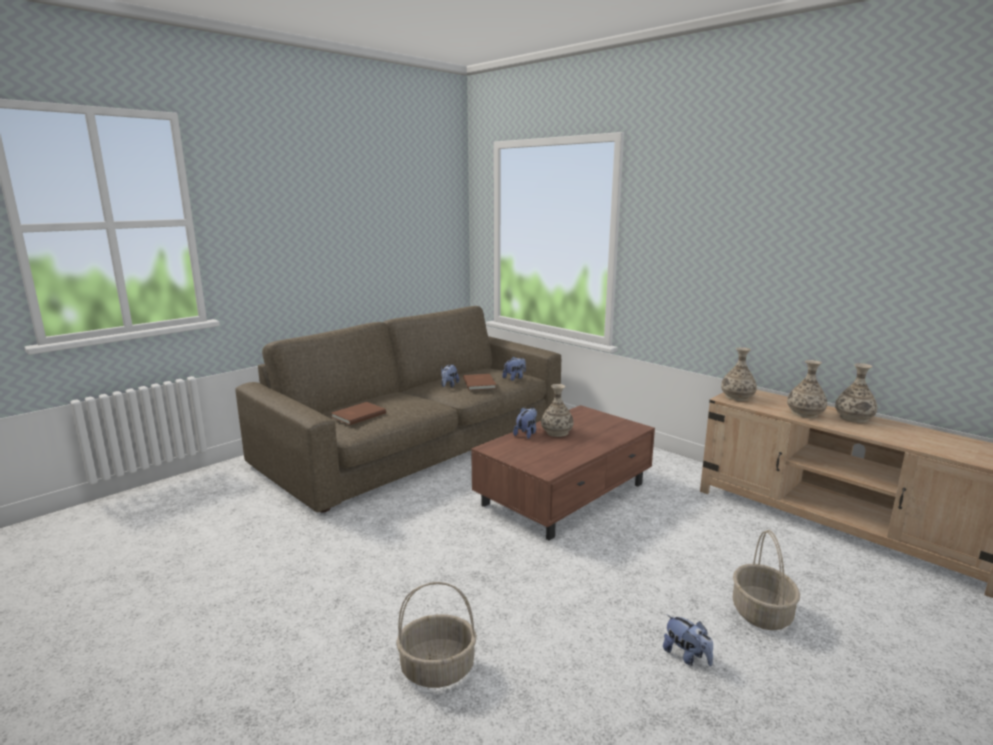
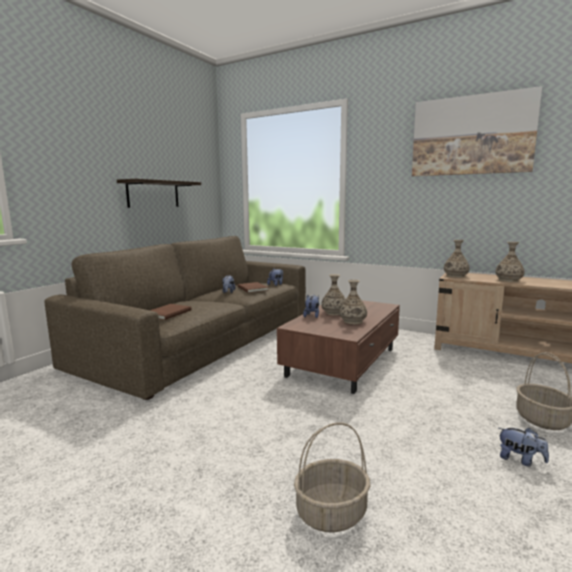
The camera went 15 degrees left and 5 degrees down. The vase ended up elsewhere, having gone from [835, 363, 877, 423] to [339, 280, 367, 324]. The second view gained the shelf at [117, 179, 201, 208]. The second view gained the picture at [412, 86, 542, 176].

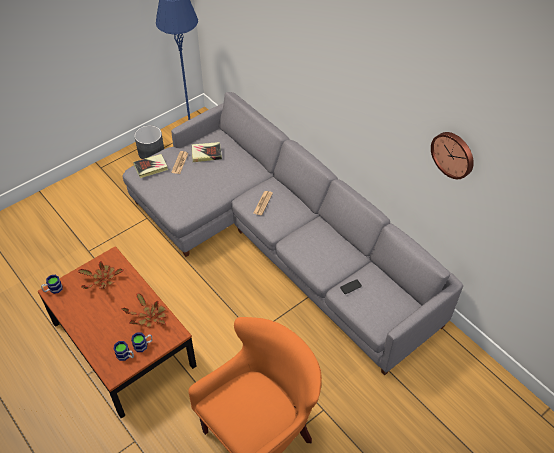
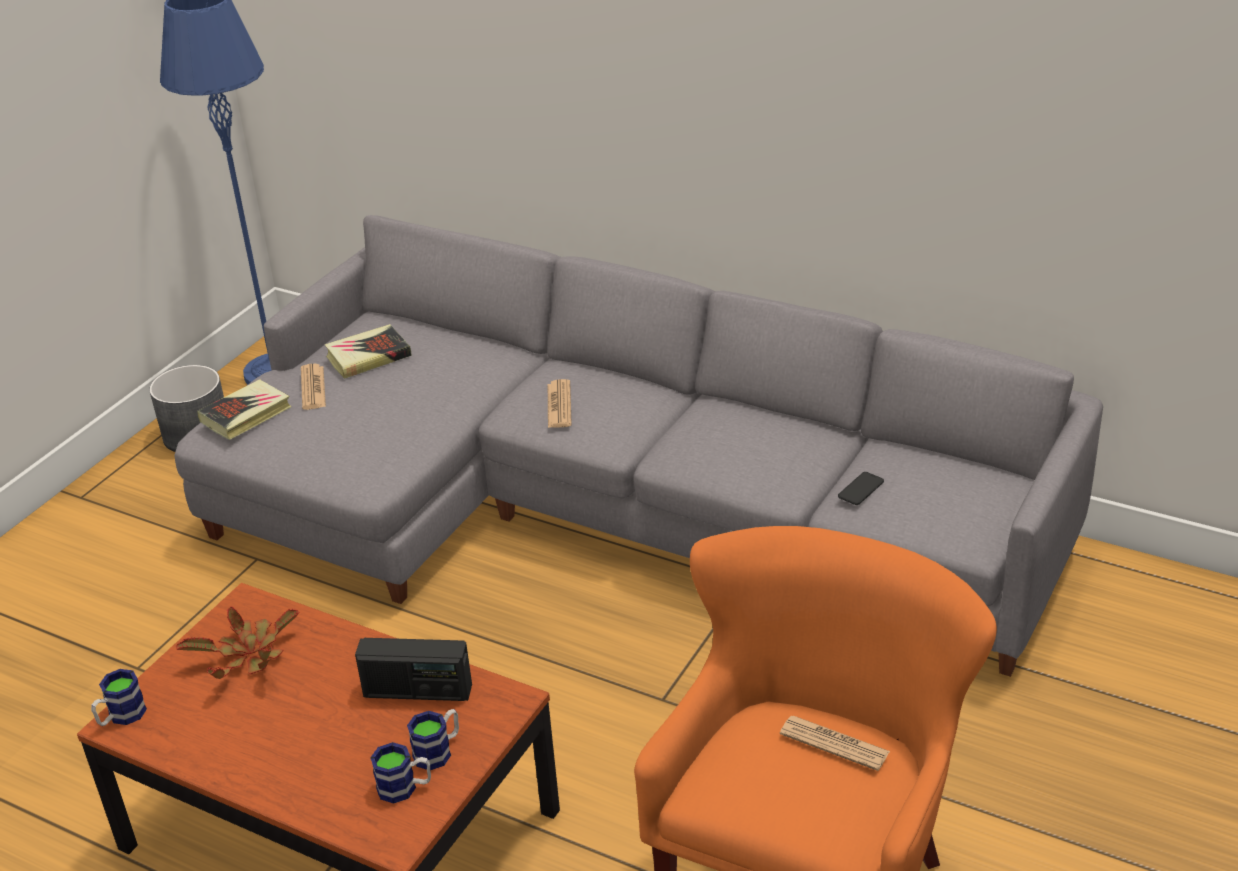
The camera went 20 degrees left and 15 degrees down. Where the potted plant stood at [121, 293, 166, 327], the radio came to stand at [355, 638, 472, 701]. The second view lost the wall clock at [431, 132, 474, 179]. The second view gained the newspaper at [780, 716, 890, 771].

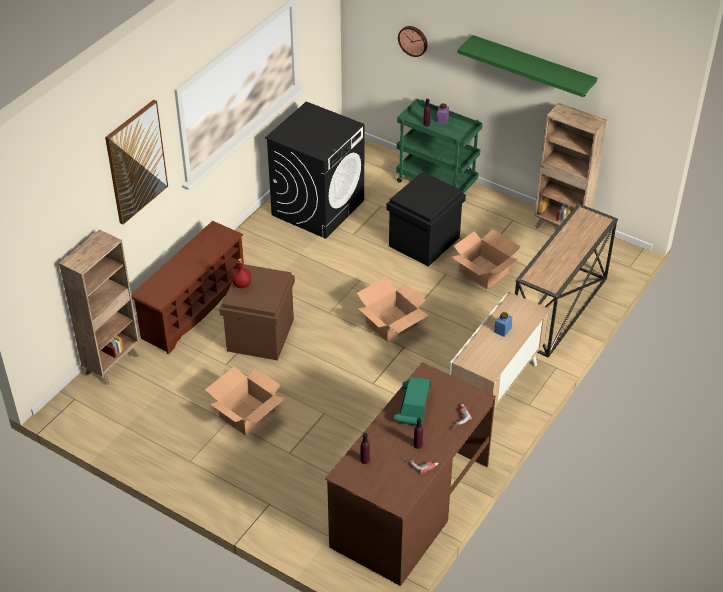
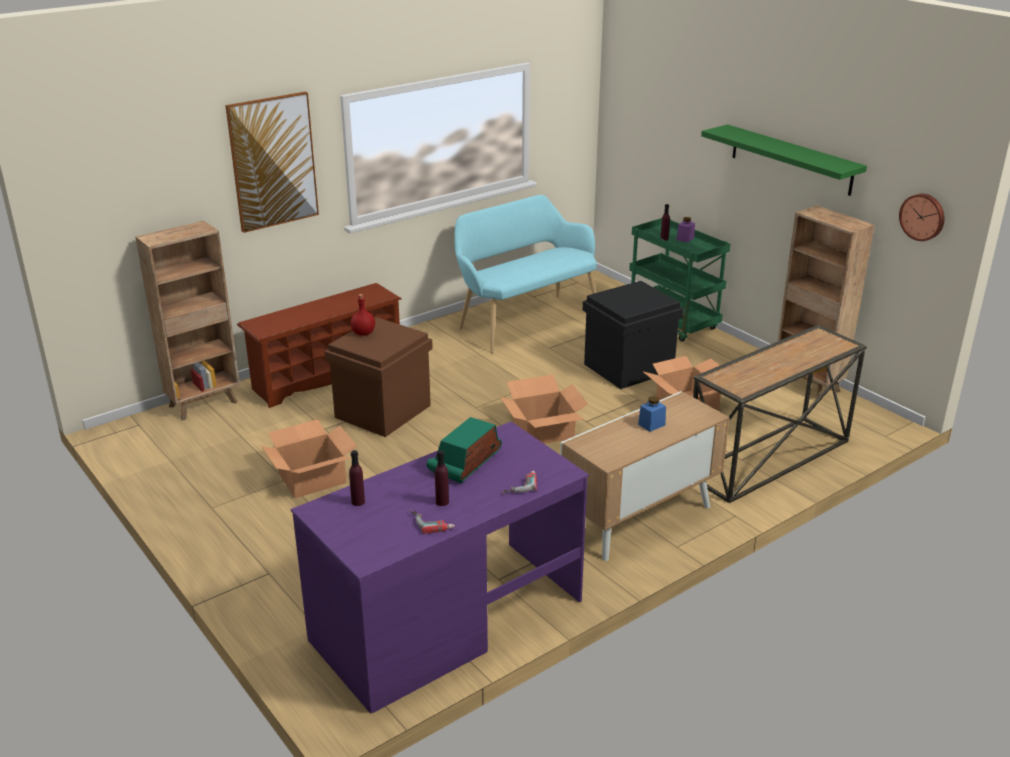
The camera went 20 degrees right and 15 degrees down. Where the washing machine (black) stood at [265, 101, 364, 239], the bench (turquoise) came to stand at [454, 195, 597, 353]. What was the desk (brown) at [325, 362, 496, 586] turned into the desk (purple) at [291, 422, 589, 714]. The wall clock ended up elsewhere, having gone from [398, 26, 428, 57] to [899, 194, 945, 241].

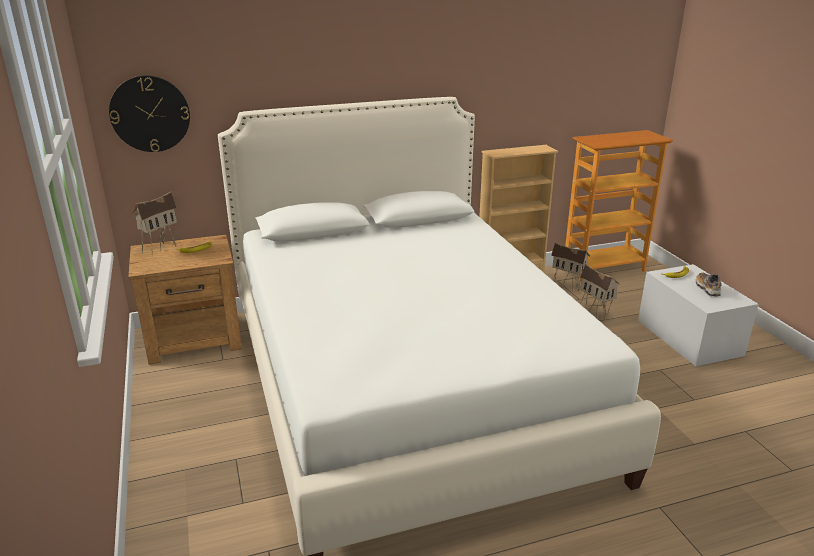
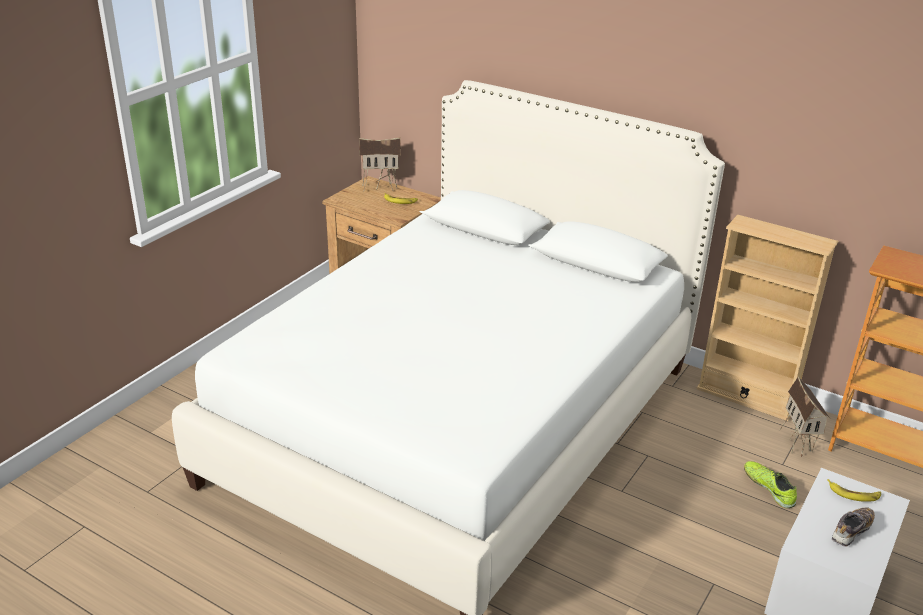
The camera went 50 degrees right and 5 degrees up. The second view lost the wall clock at [109, 76, 190, 152]. Where the toy house stood at [580, 263, 621, 318], the shoe came to stand at [744, 461, 797, 508].

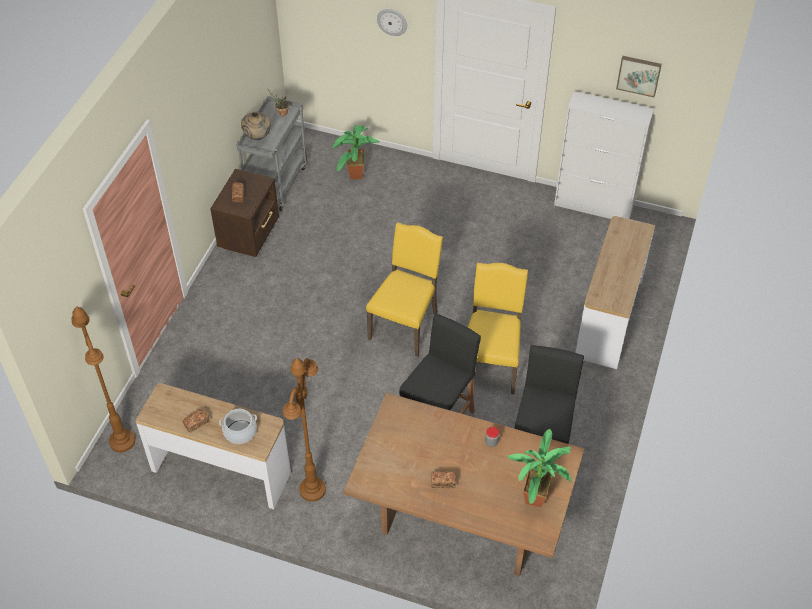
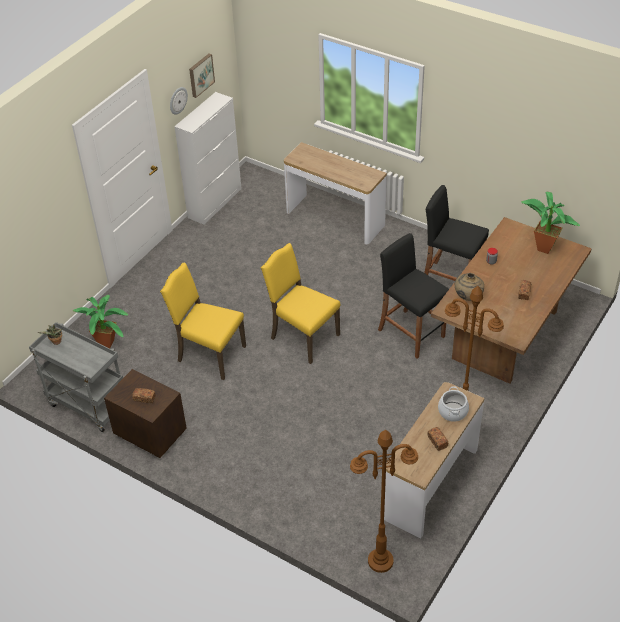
The camera went 75 degrees left and 5 degrees down. The vase (beige) ended up elsewhere, having gone from [241, 111, 271, 140] to [455, 273, 484, 301]. The wall clock ended up elsewhere, having gone from [377, 9, 407, 36] to [170, 87, 188, 115]. The chair (yellow) ended up elsewhere, having gone from [468, 263, 528, 395] to [160, 263, 246, 380].

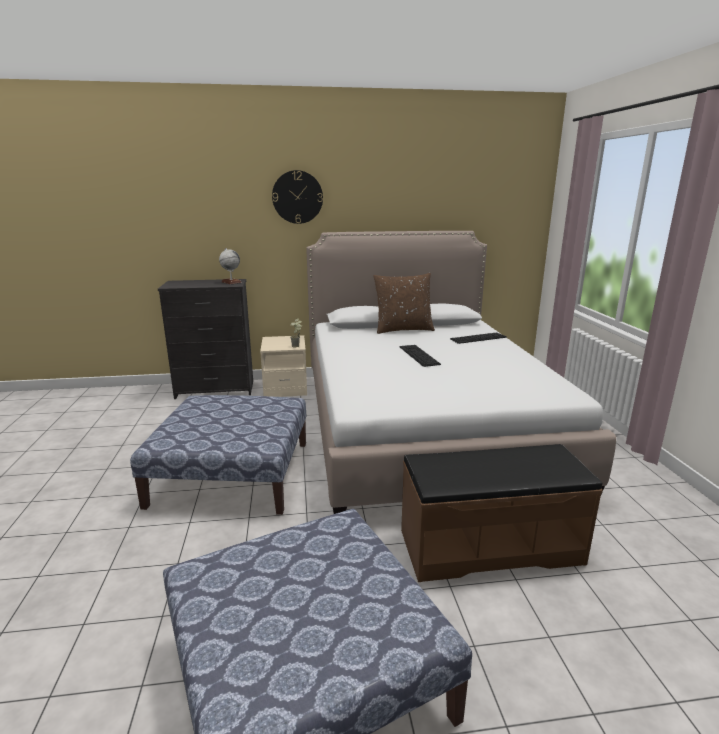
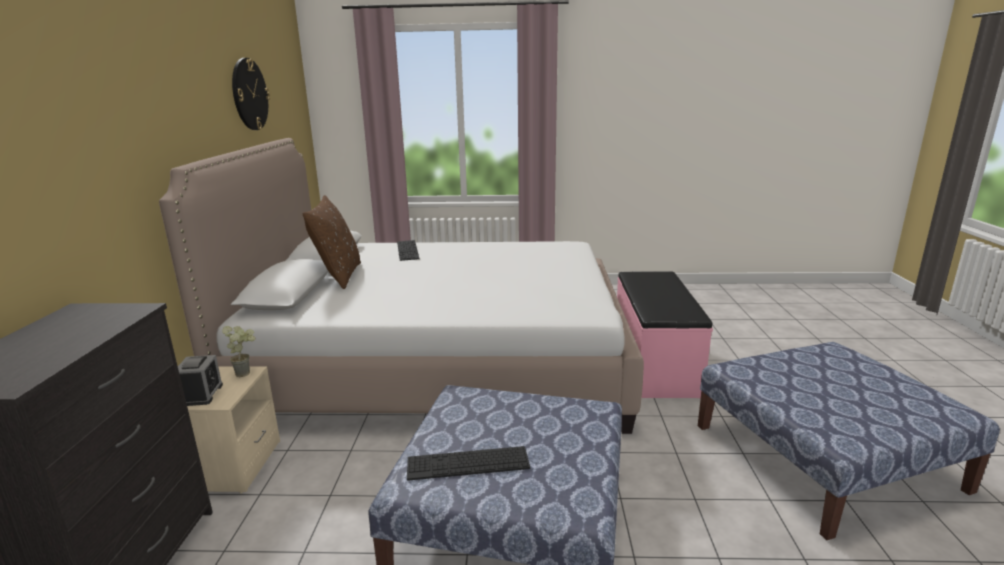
The camera went 80 degrees left and 0 degrees up. The second view lost the globe at [219, 248, 242, 284]. The wall clock ended up elsewhere, having gone from [272, 170, 323, 224] to [232, 58, 270, 130]. The keyboard ended up elsewhere, having gone from [399, 345, 441, 367] to [407, 446, 530, 481]. What was the bench (brown) at [401, 444, 603, 582] turned into the bench (pink) at [617, 271, 713, 398]. The second view gained the alarm clock at [178, 355, 223, 406].

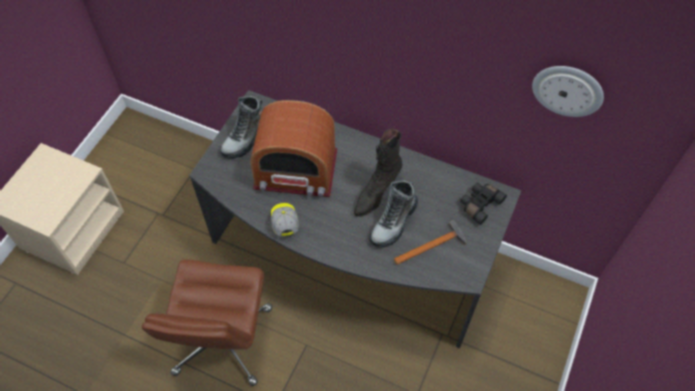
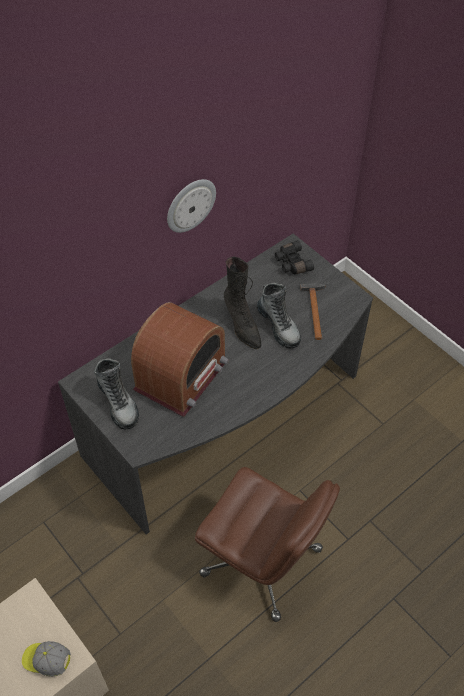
The camera went 65 degrees left and 5 degrees down. The cap ended up elsewhere, having gone from [271, 203, 299, 236] to [22, 641, 71, 676]. The wall clock ended up elsewhere, having gone from [532, 66, 604, 117] to [167, 179, 216, 233].

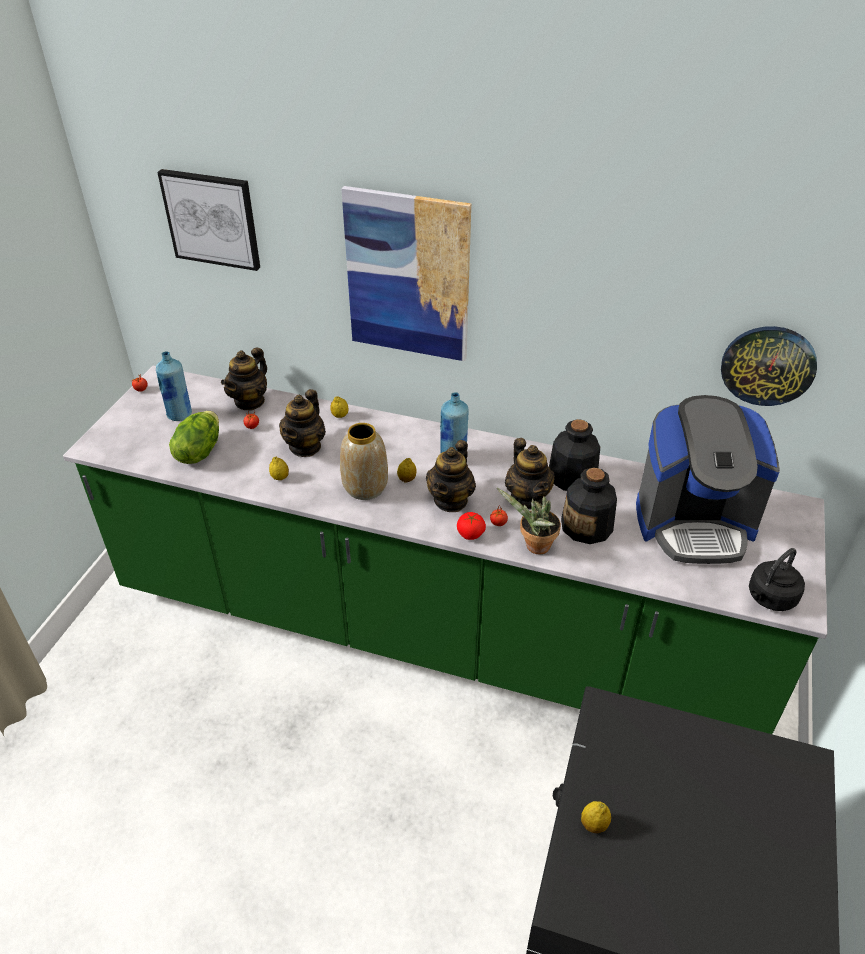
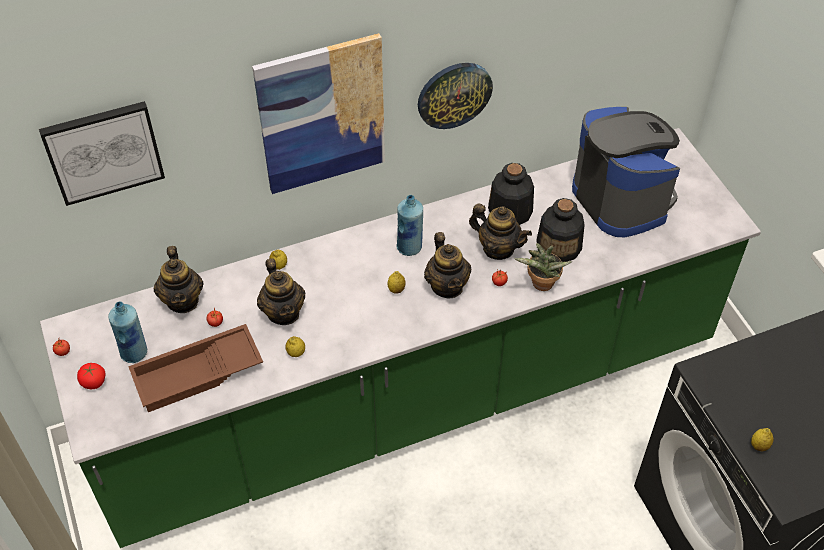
The camera went 40 degrees left and 10 degrees up. Where the lettuce stood at [169, 411, 219, 464], the tray (brown) came to stand at [128, 324, 263, 412]. The second view lost the vase at [340, 423, 388, 500]. The tomato ended up elsewhere, having gone from [457, 512, 486, 540] to [77, 363, 105, 389]. The coffee machine at [636, 395, 780, 564] ended up facing another way, 75 degrees counterclockwise from before. The wall clock ended up elsewhere, having gone from [721, 326, 817, 406] to [418, 63, 493, 129]. The second view lost the kettle (black) at [749, 548, 805, 611].

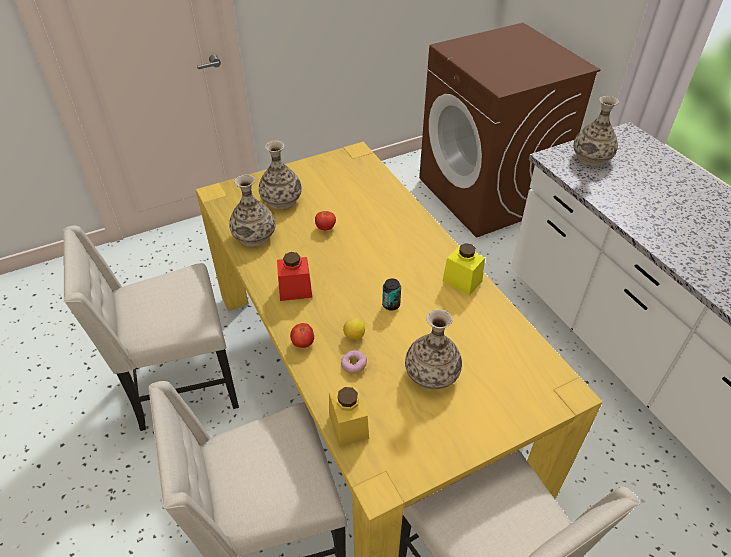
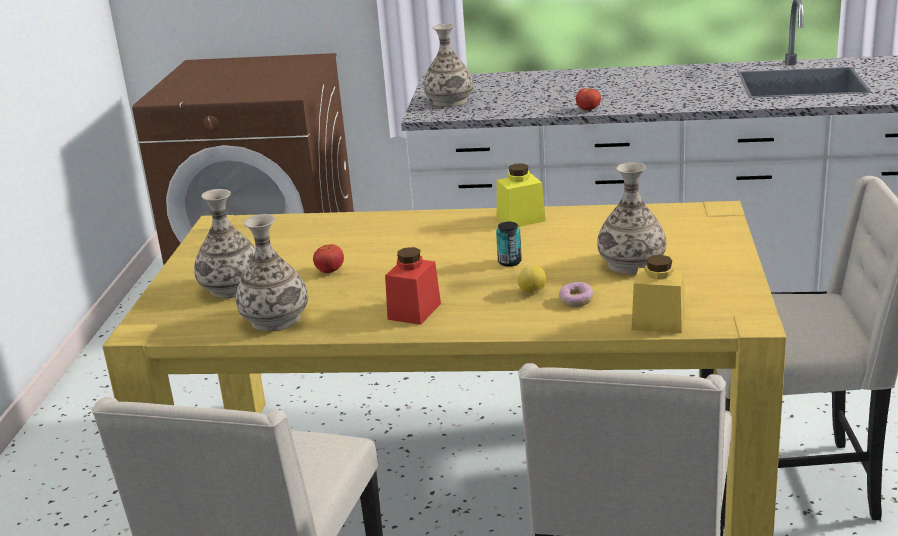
The camera went 55 degrees left and 20 degrees down. The tomato ended up elsewhere, having gone from [290, 323, 314, 348] to [576, 88, 601, 110].

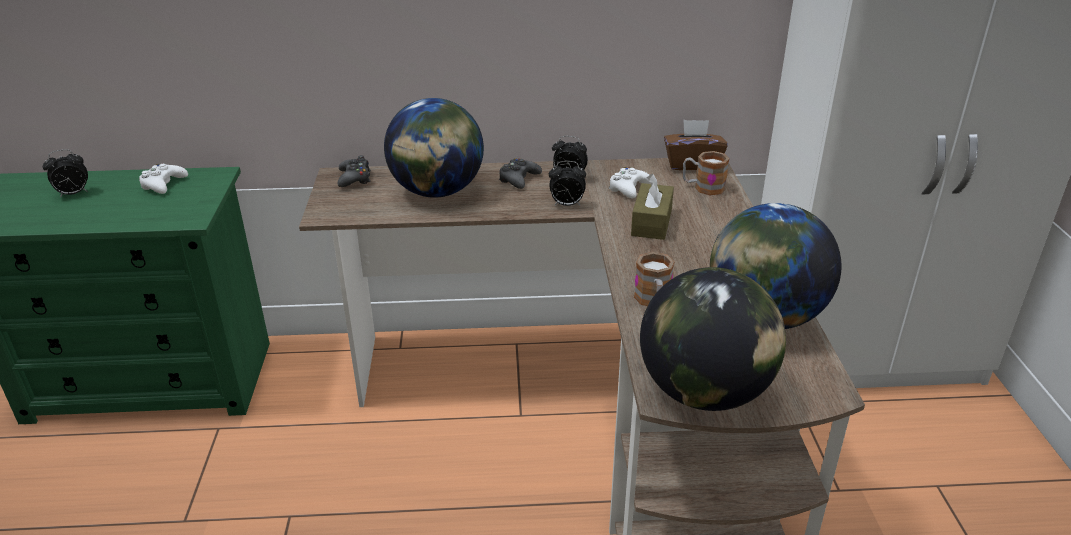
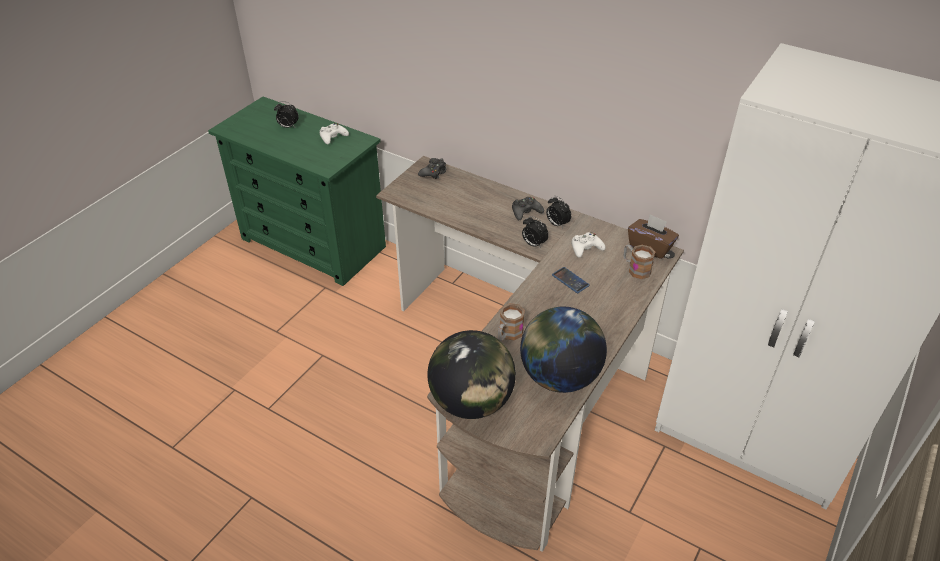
The camera went 35 degrees right and 10 degrees up. The second view lost the globe at [384, 98, 484, 198]. Where the tissue box (brown) stood at [631, 173, 674, 240], the phone came to stand at [552, 267, 590, 293].

